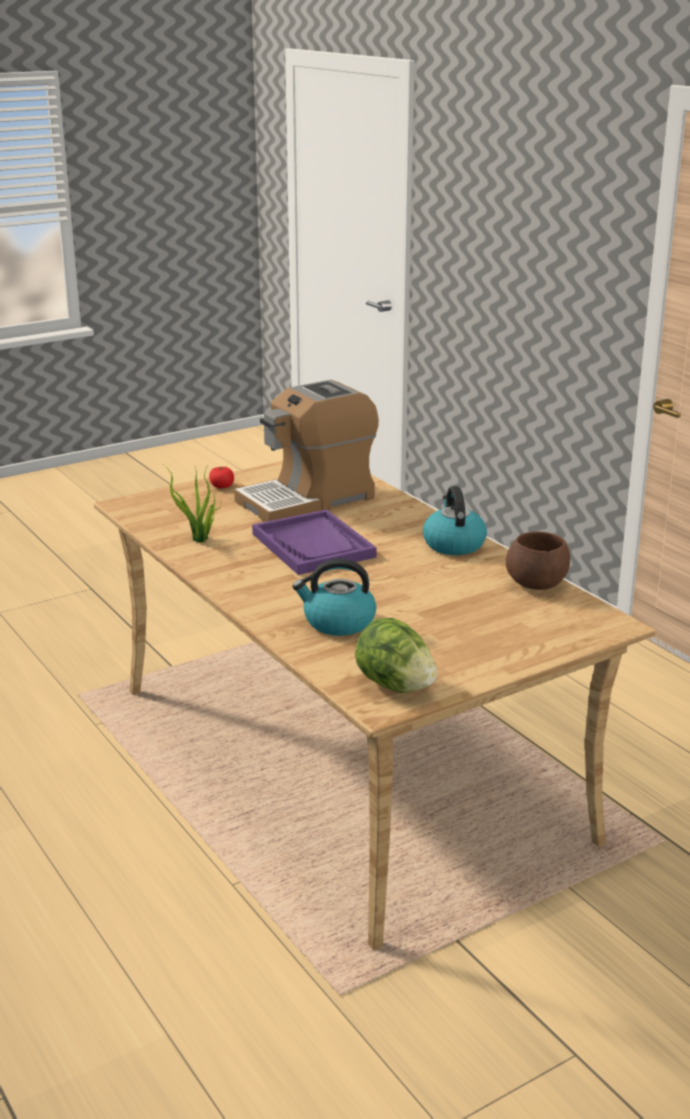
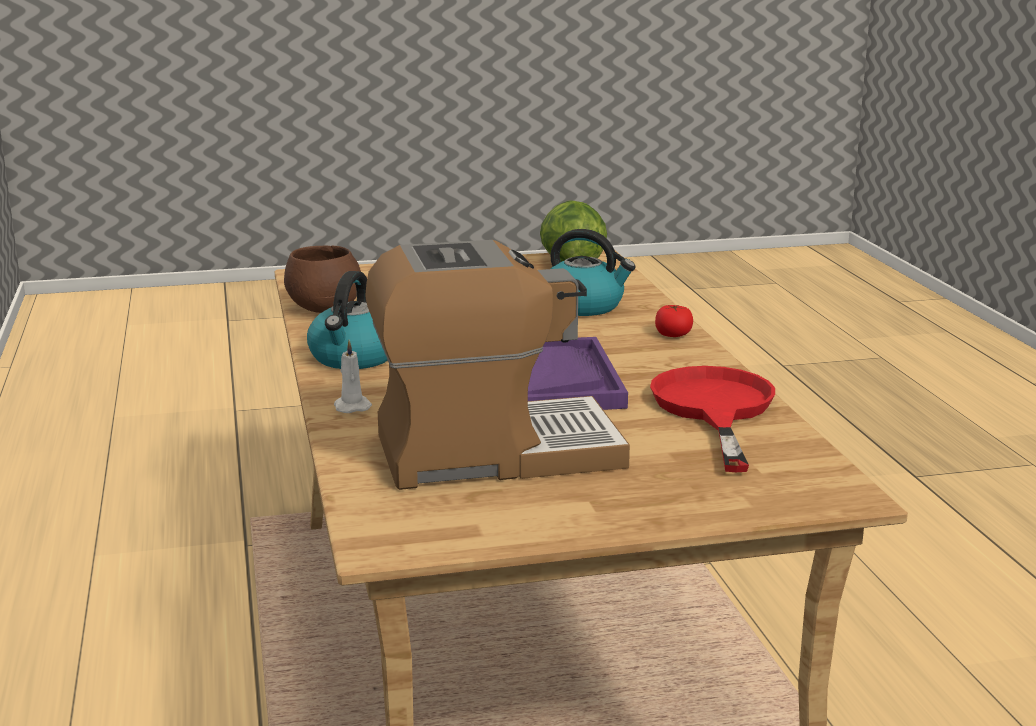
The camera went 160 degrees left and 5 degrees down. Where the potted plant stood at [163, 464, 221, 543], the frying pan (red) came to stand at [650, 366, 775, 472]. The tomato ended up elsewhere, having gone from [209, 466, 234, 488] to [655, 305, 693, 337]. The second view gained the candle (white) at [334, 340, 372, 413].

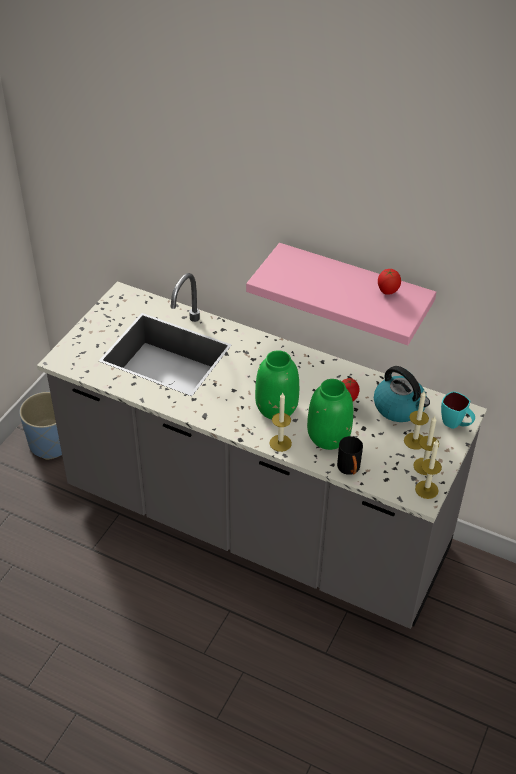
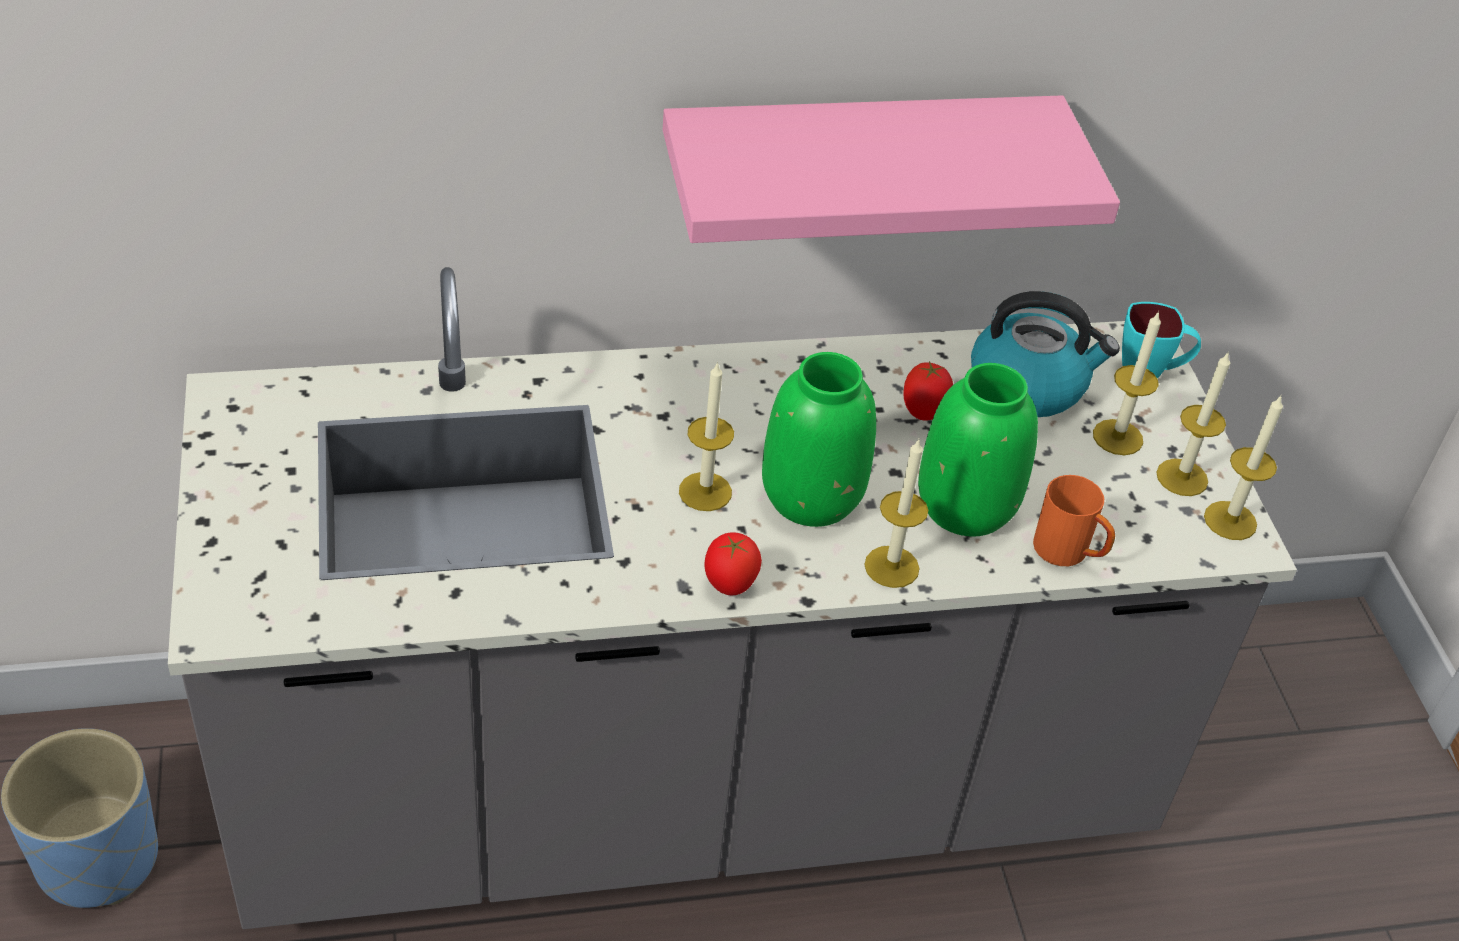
The camera went 40 degrees left and 0 degrees up. What was the mug (black) at [337, 436, 363, 475] turned into the mug (orange) at [1033, 475, 1115, 566]. The tomato ended up elsewhere, having gone from [378, 269, 401, 295] to [704, 532, 762, 595]. The second view gained the candle at [679, 362, 734, 511].

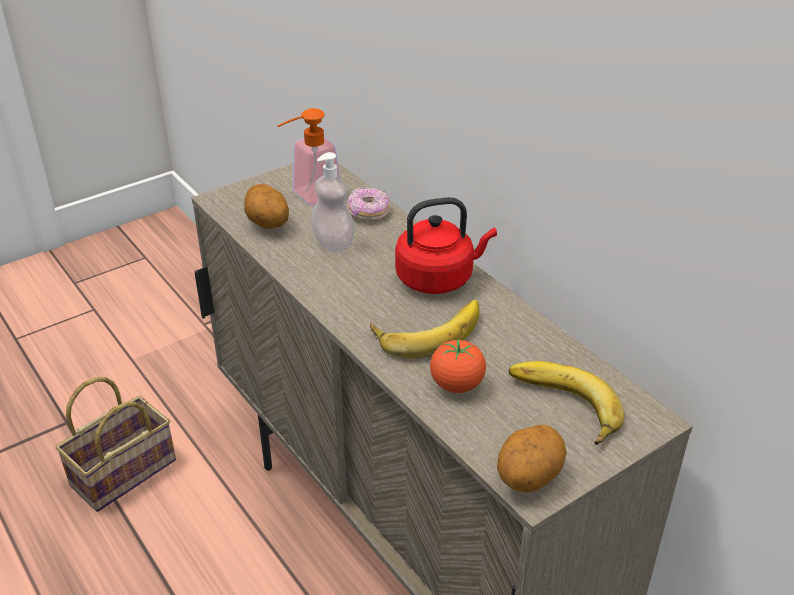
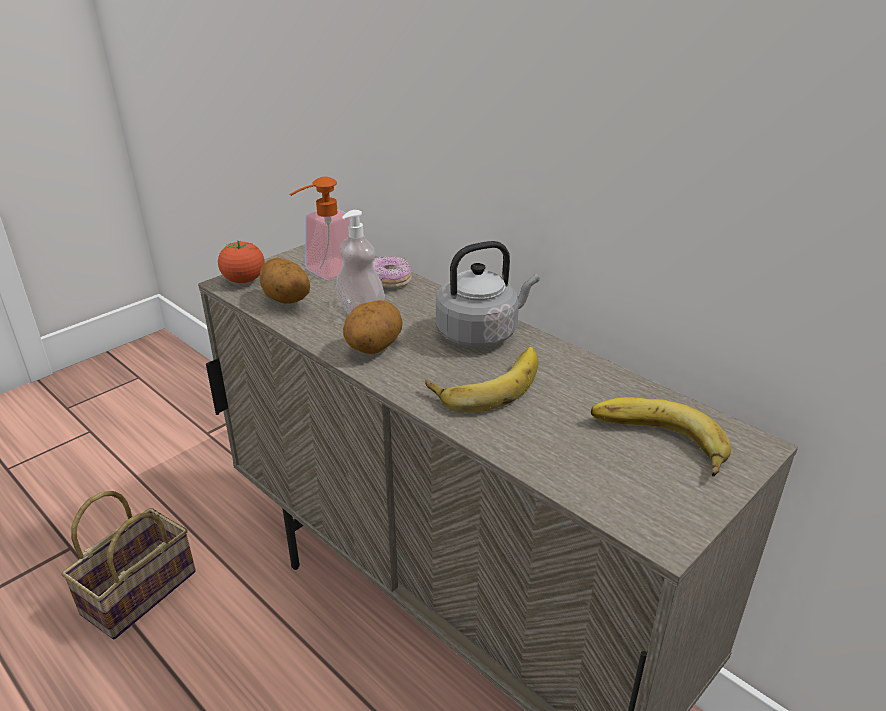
The camera went 10 degrees left and 5 degrees down. What was the kettle (red) at [395, 197, 497, 294] turned into the kettle (grey) at [436, 241, 539, 348]. The tomato ended up elsewhere, having gone from [430, 339, 486, 393] to [218, 241, 265, 283]. The potato ended up elsewhere, having gone from [497, 425, 567, 493] to [343, 300, 403, 354].

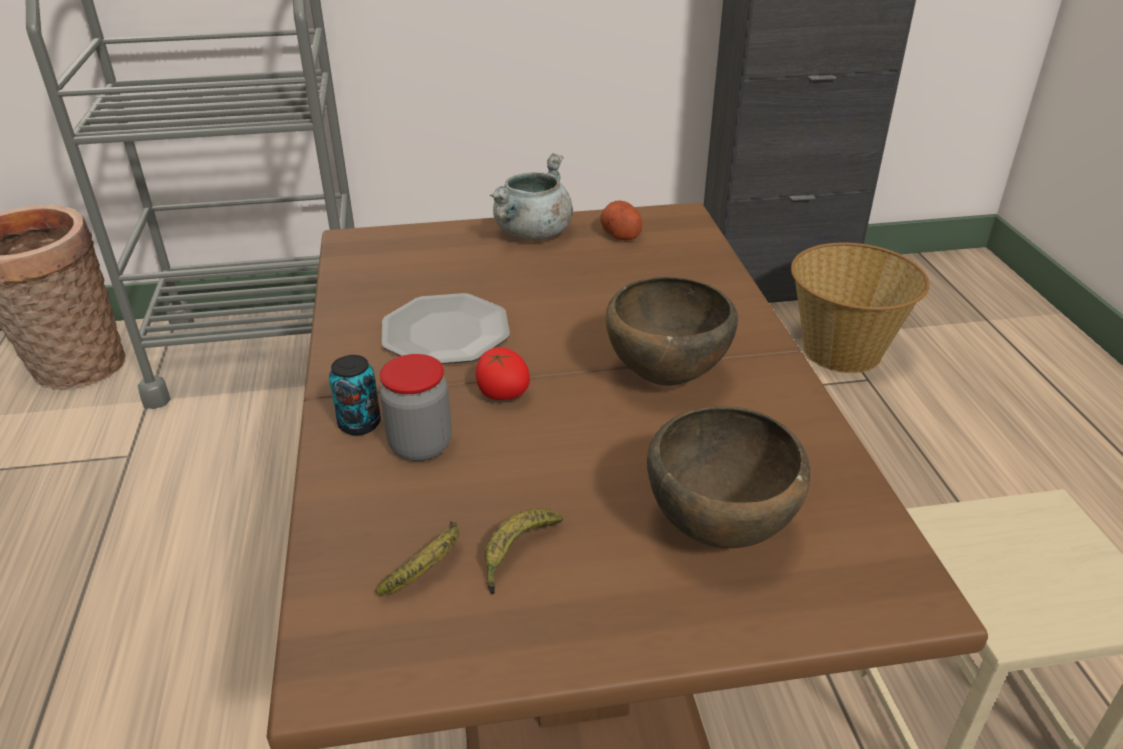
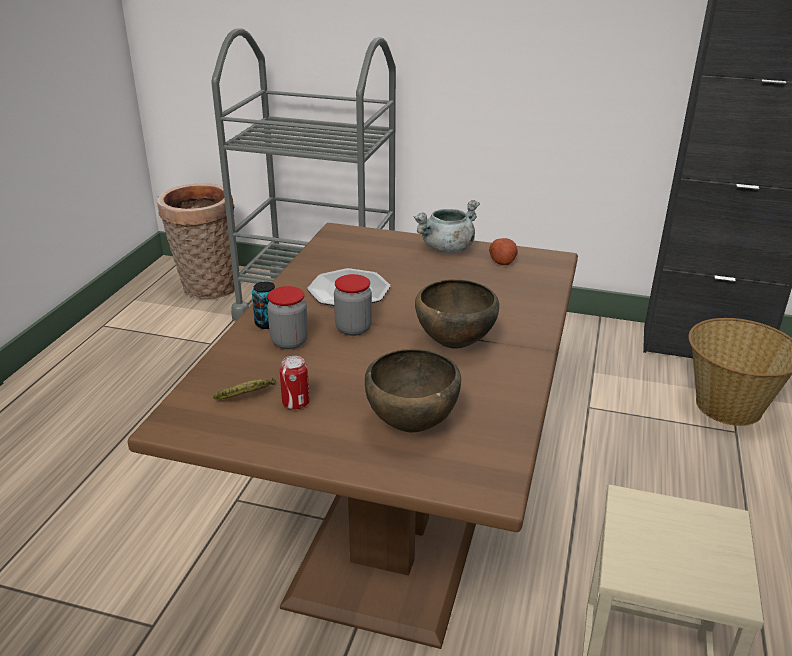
The camera went 25 degrees right and 5 degrees down. Where the tomato stood at [475, 347, 530, 400], the jar came to stand at [334, 274, 372, 336]. Where the banana stood at [485, 509, 563, 594], the can came to stand at [280, 356, 310, 409].

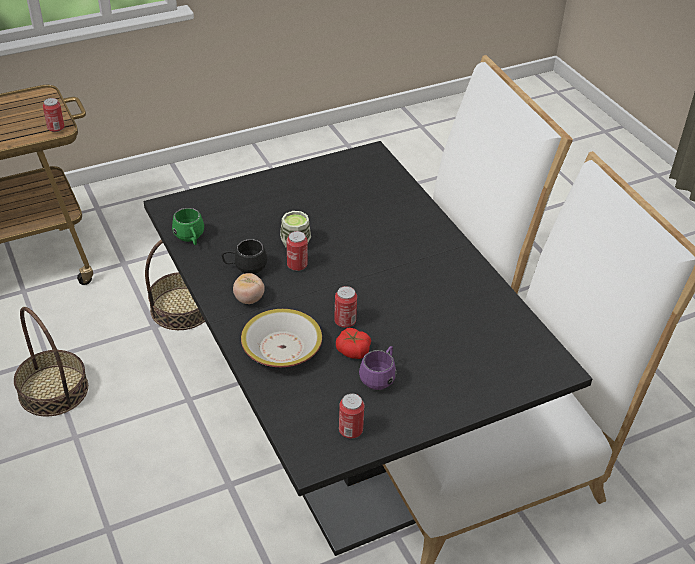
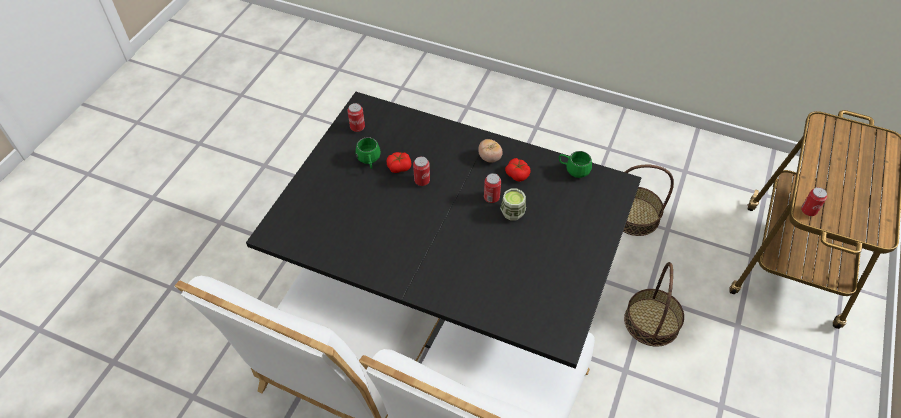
The camera went 140 degrees right and 10 degrees up. Where the mug (black) stood at [221, 239, 267, 274], the tomato came to stand at [505, 158, 531, 182]. The second view lost the bowl at [241, 309, 322, 367]. What was the mug (purple) at [359, 346, 396, 390] turned into the mug (green) at [355, 137, 381, 169].

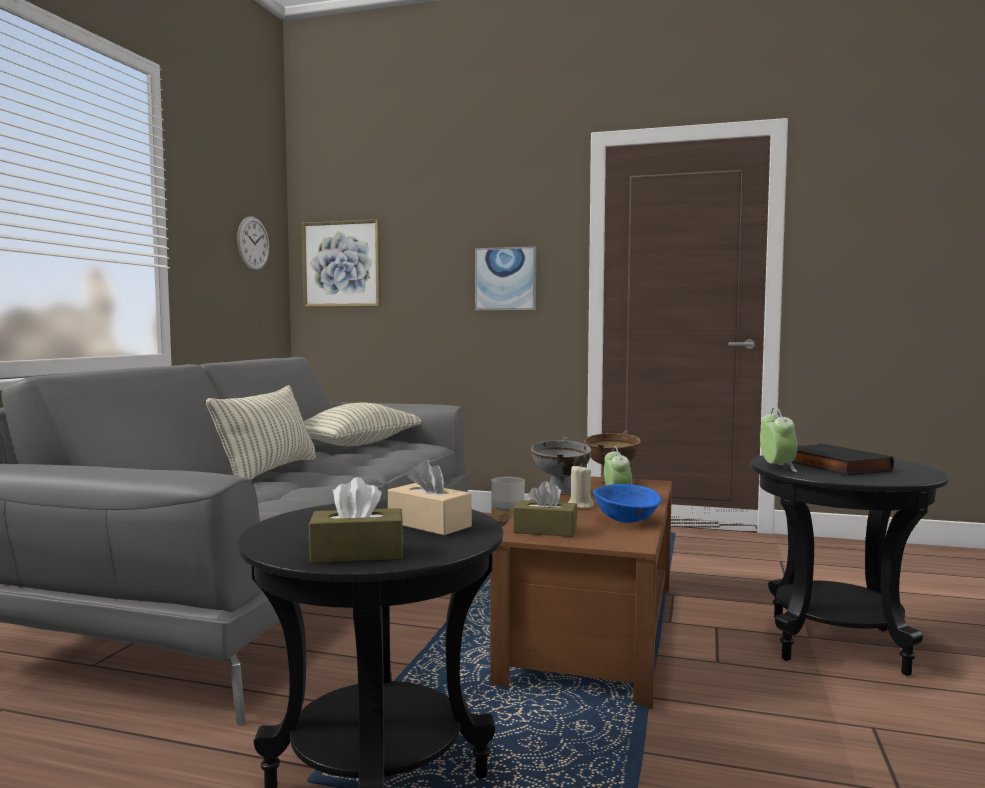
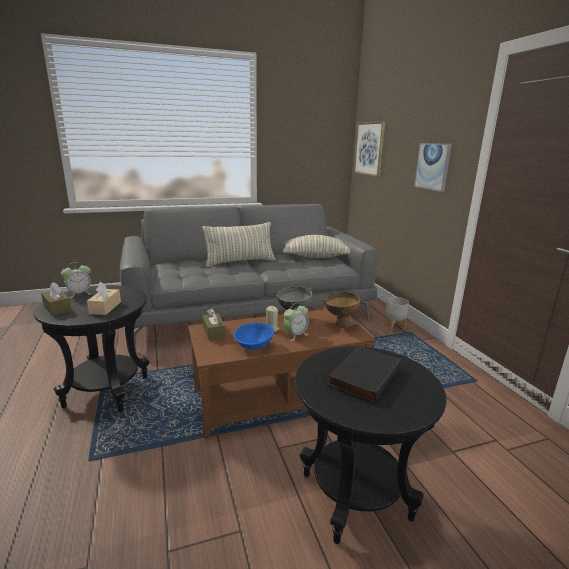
The camera went 55 degrees right and 15 degrees up. The second view lost the wall clock at [237, 217, 269, 270]. The alarm clock ended up elsewhere, having gone from [760, 408, 798, 472] to [61, 262, 93, 298].

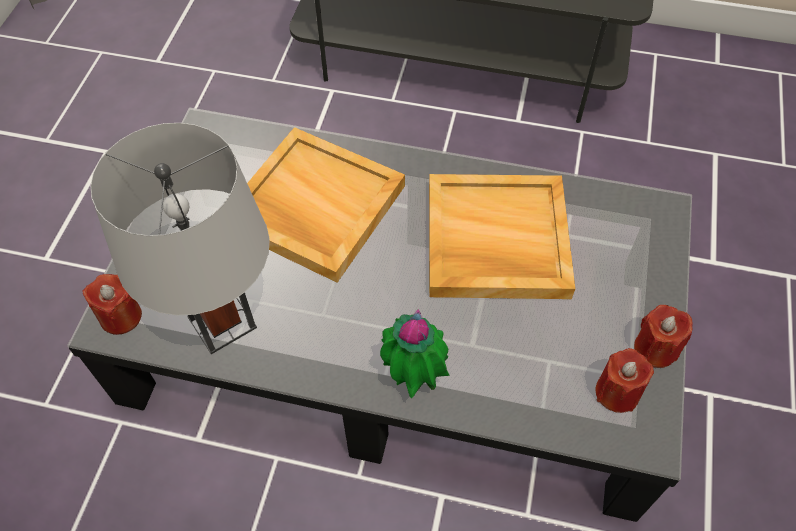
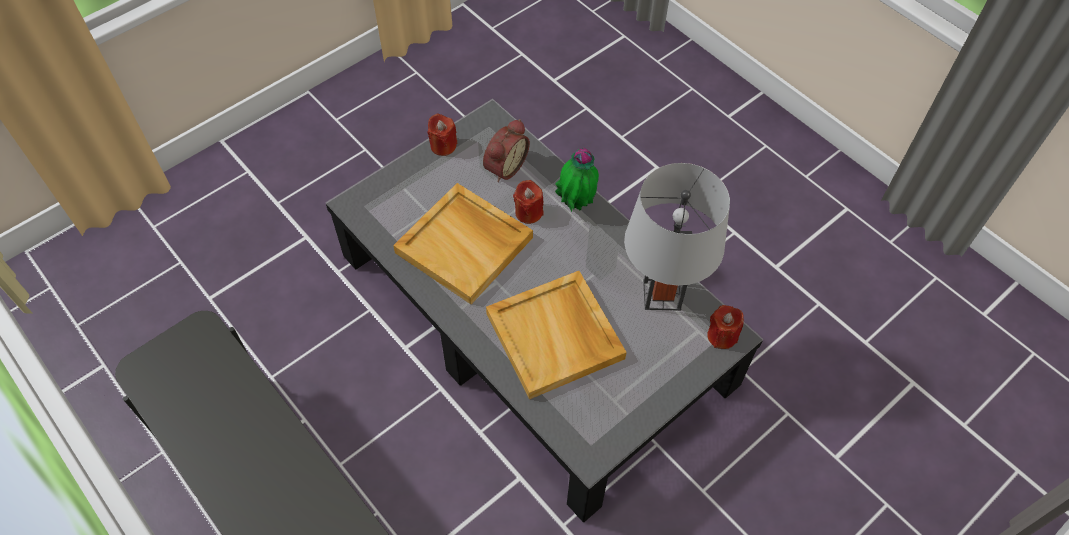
The camera went 145 degrees left and 0 degrees up. The candle (red) ended up elsewhere, having gone from [596, 348, 654, 413] to [513, 180, 544, 224]. The second view gained the alarm clock at [483, 119, 530, 182].

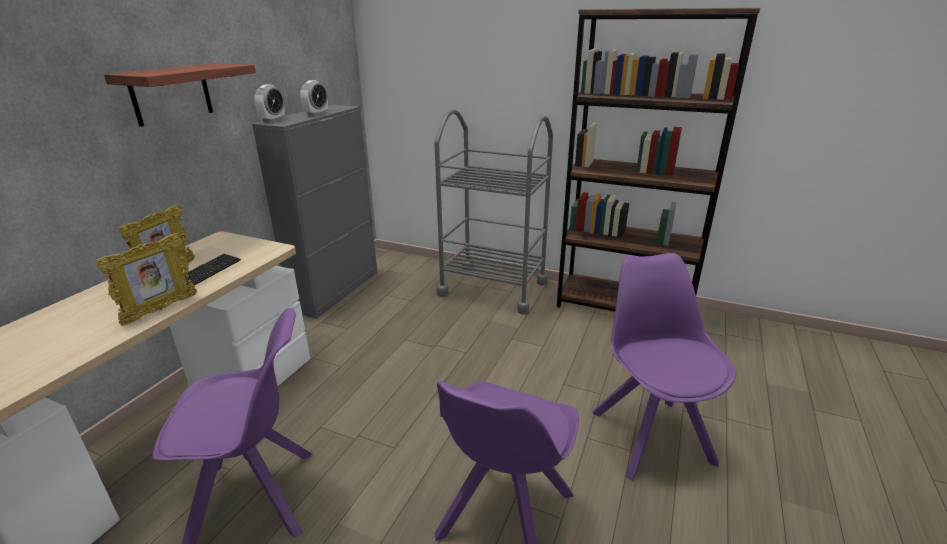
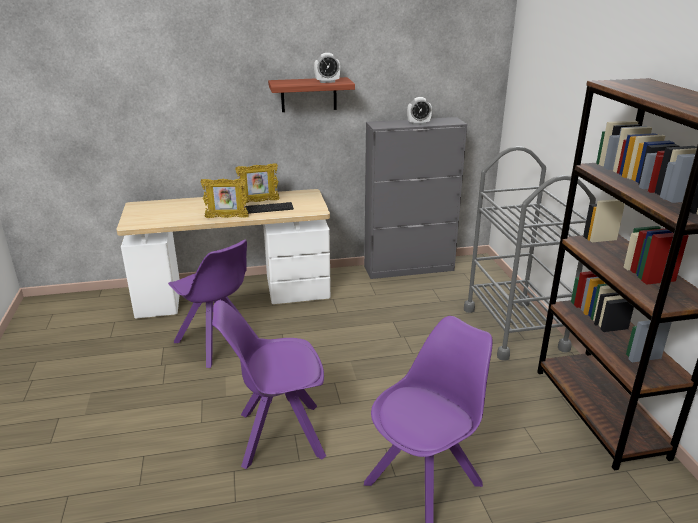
The camera went 55 degrees right and 0 degrees up. The alarm clock ended up elsewhere, having gone from [254, 84, 285, 122] to [314, 53, 340, 83].

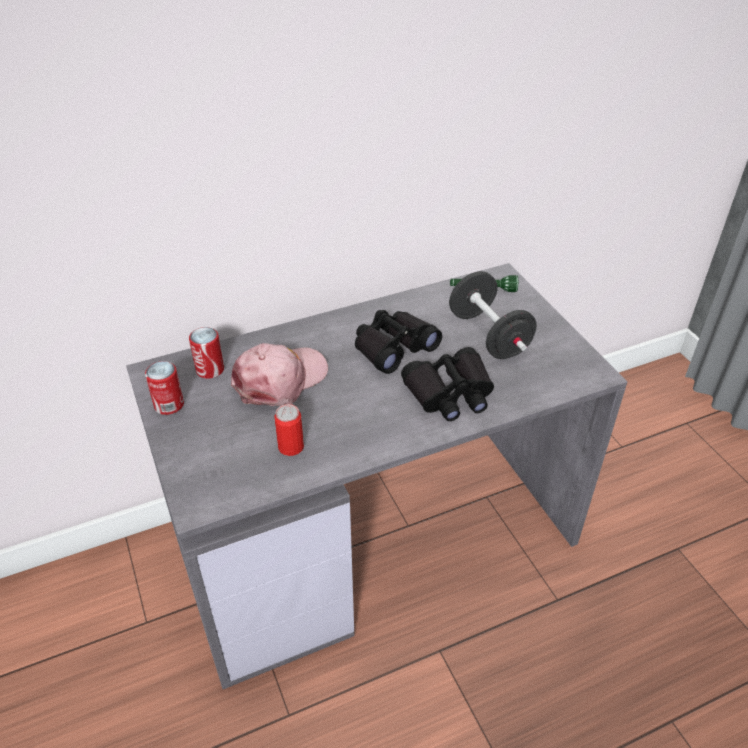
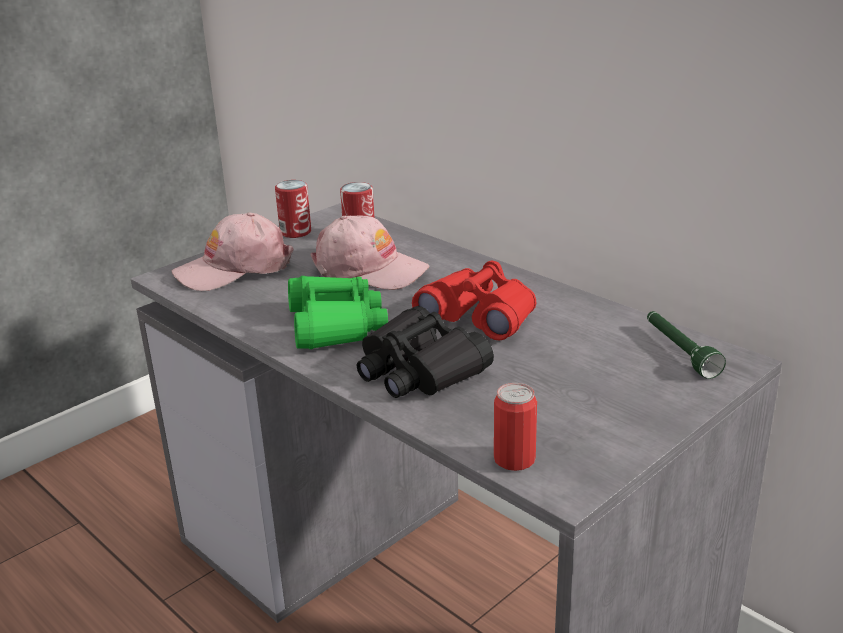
The camera went 70 degrees right and 15 degrees down. The can ended up elsewhere, having gone from [274, 404, 304, 456] to [494, 383, 537, 471]. What was the binoculars (black) at [355, 310, 442, 374] turned into the binoculars (red) at [412, 261, 536, 340]. The second view lost the dumbbell (black) at [449, 271, 537, 359]. The second view gained the cap (pink) at [172, 212, 294, 291]. The second view gained the binoculars (green) at [288, 276, 388, 349].

